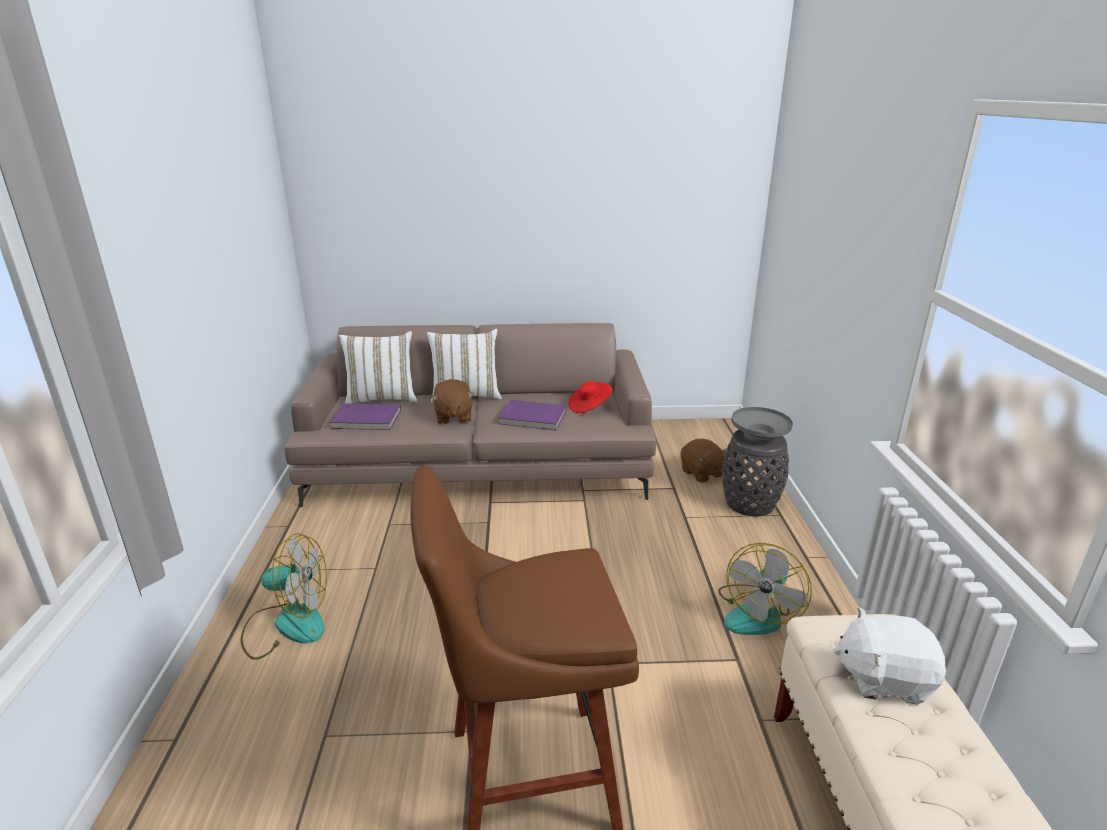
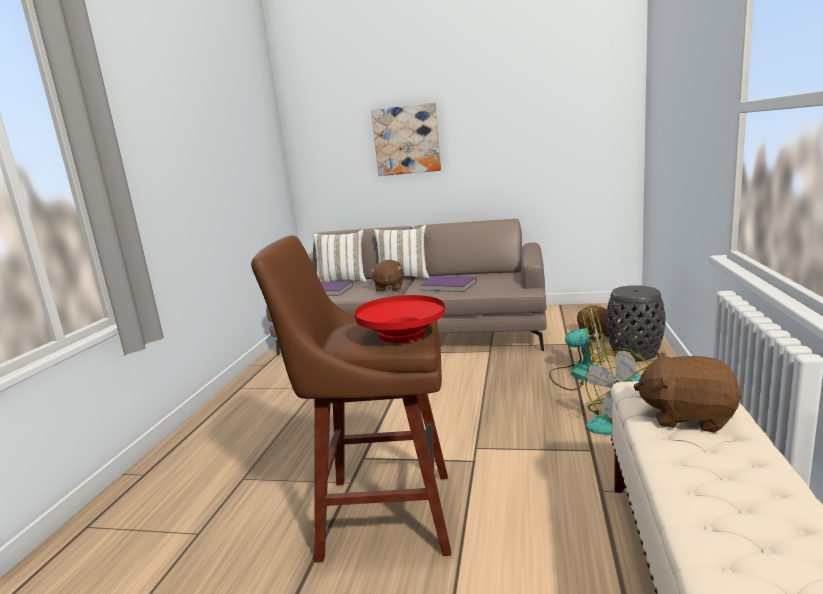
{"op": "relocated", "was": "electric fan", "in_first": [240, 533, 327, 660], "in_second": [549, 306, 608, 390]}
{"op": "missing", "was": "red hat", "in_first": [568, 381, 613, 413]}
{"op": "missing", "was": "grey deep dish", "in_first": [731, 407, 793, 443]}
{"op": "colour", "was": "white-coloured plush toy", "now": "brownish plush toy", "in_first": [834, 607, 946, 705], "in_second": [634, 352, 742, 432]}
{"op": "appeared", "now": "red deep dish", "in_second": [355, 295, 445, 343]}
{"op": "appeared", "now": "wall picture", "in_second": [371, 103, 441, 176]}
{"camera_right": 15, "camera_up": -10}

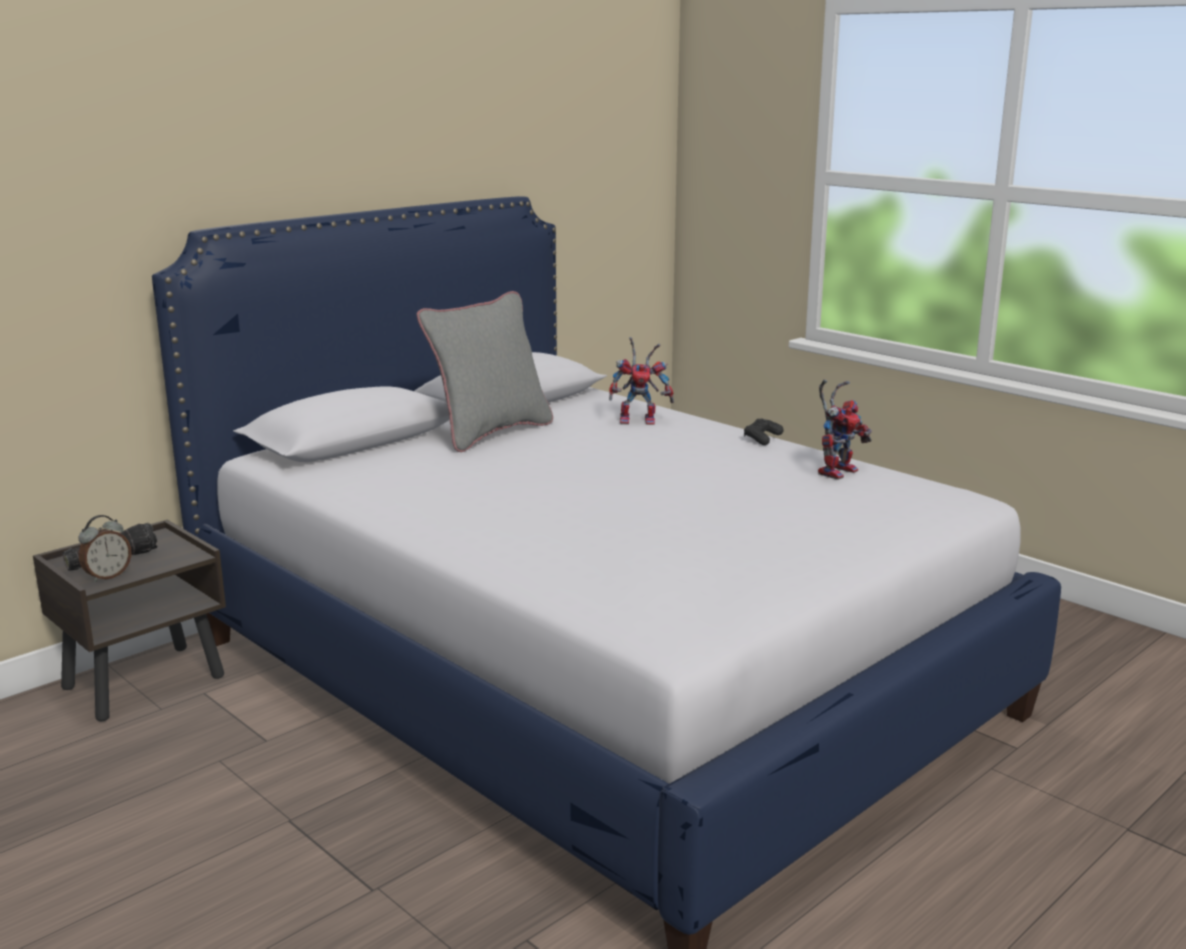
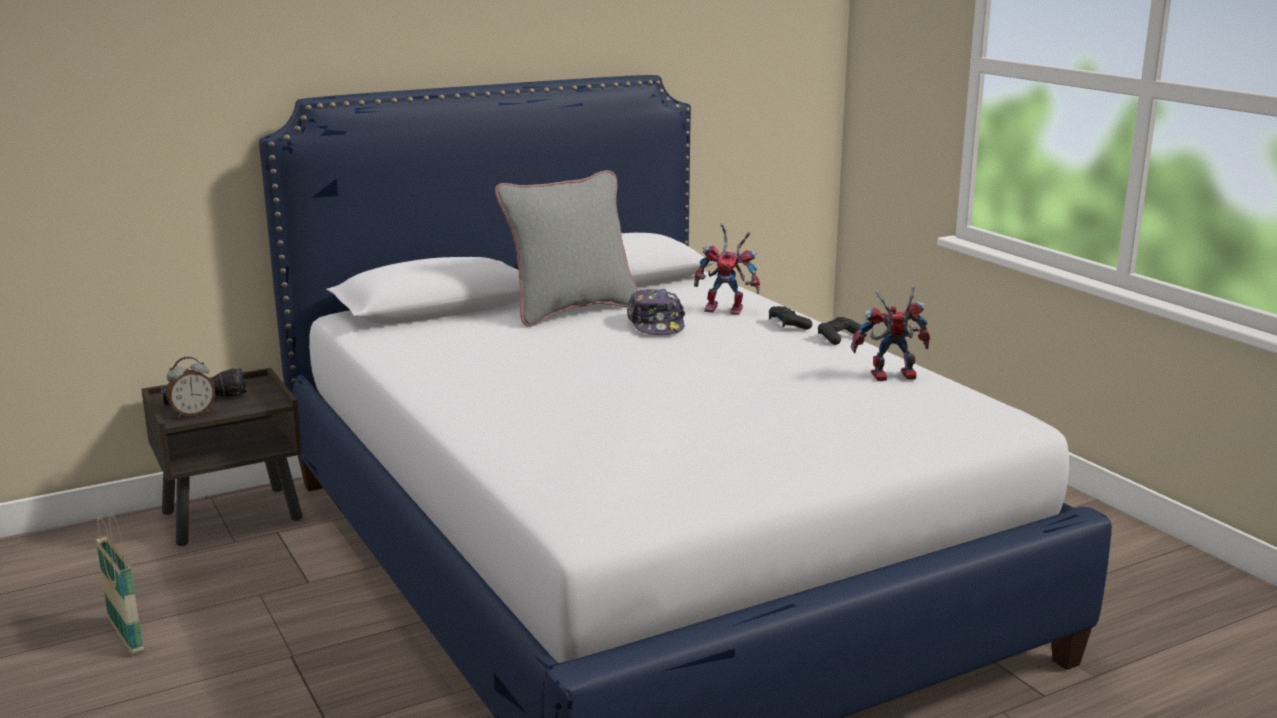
{"op": "spun", "was": "robot figure", "in_first": [818, 380, 872, 480], "in_second": [851, 285, 930, 381], "clockwise": -150}
{"op": "appeared", "now": "storage basket", "in_second": [95, 513, 144, 655]}
{"op": "appeared", "now": "cap", "in_second": [627, 289, 685, 335]}
{"op": "appeared", "now": "black-coloured game controller", "in_second": [769, 306, 812, 330]}
{"camera_right": 15, "camera_up": 0}

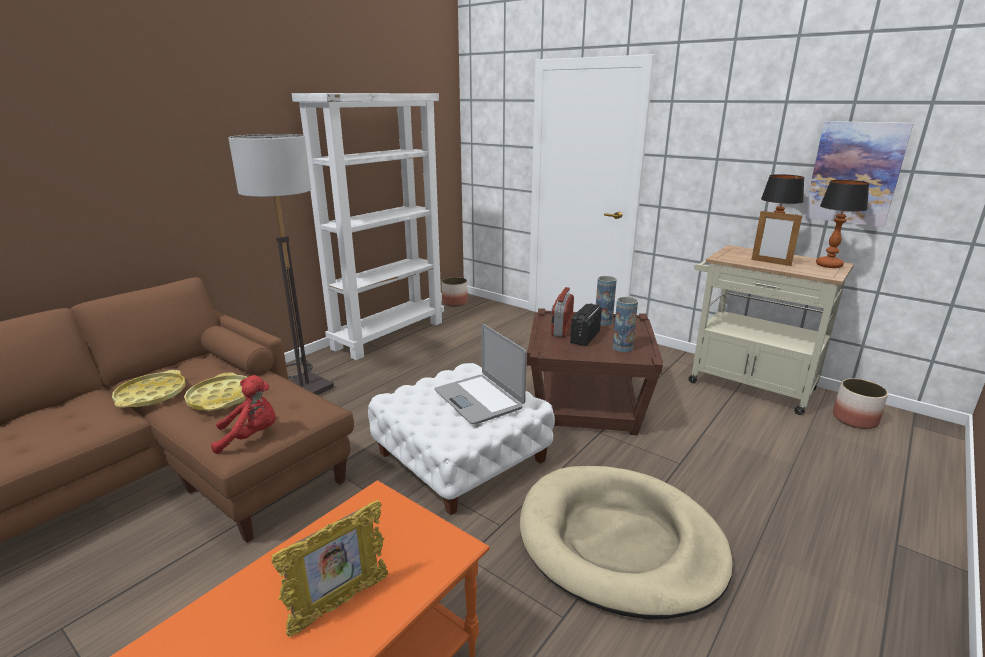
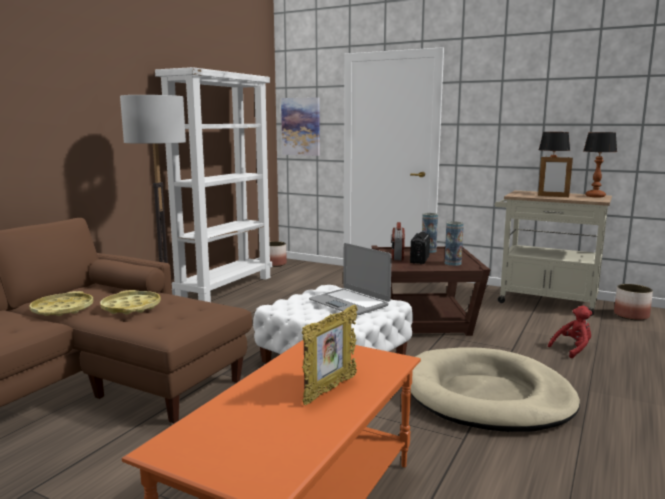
{"op": "relocated", "was": "red plush toy", "in_first": [211, 375, 276, 454], "in_second": [548, 306, 592, 358]}
{"op": "relocated", "was": "wall picture", "in_first": [803, 121, 914, 227], "in_second": [281, 97, 320, 156]}
{"camera_right": -10, "camera_up": -10}

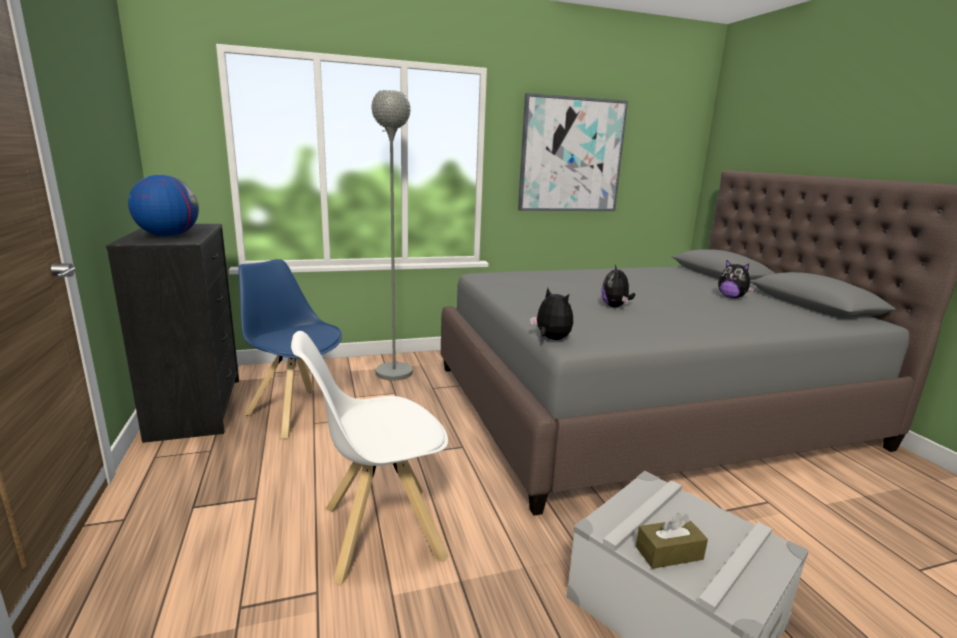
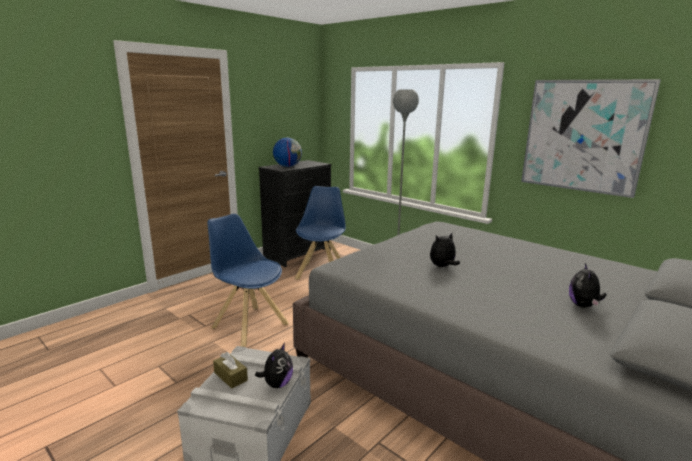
{"op": "colour", "was": "white-coloured upright chair", "now": "blue-coloured upright chair", "in_first": [291, 331, 448, 585], "in_second": [208, 214, 288, 347]}
{"op": "relocated", "was": "plush toy", "in_first": [530, 288, 573, 340], "in_second": [255, 343, 293, 388]}
{"camera_right": 60, "camera_up": 0}

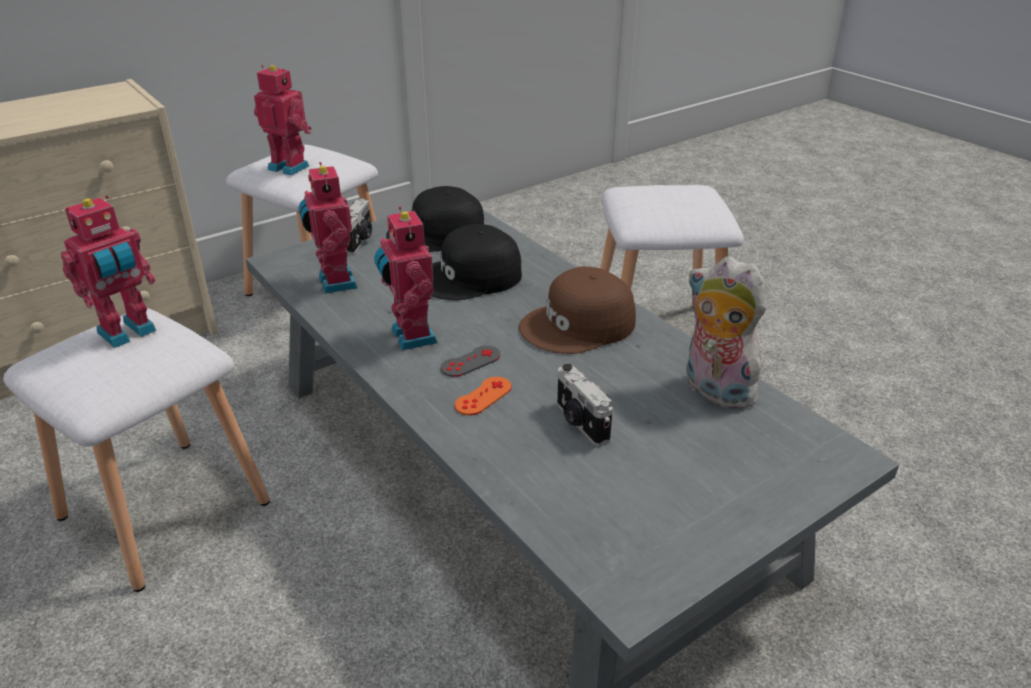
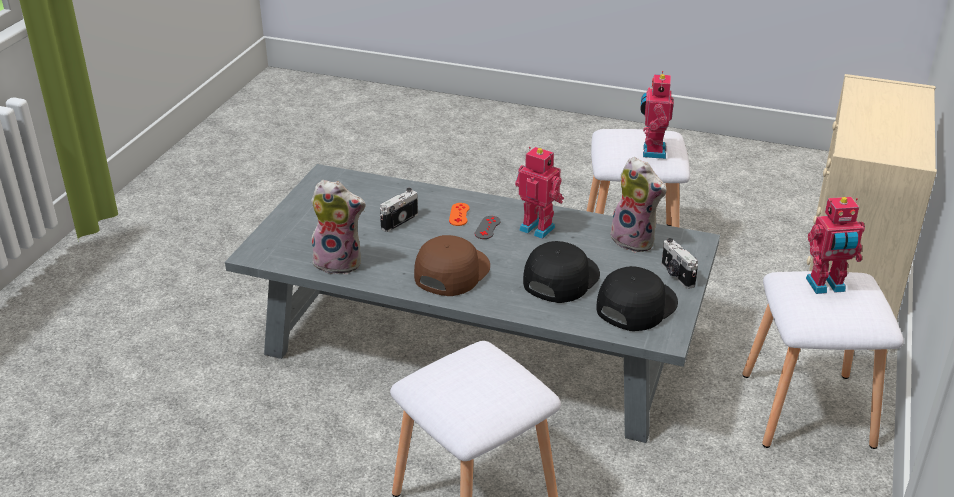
{"op": "exchanged", "was": "robot figure", "now": "plush toy", "in_first": [299, 162, 358, 294], "in_second": [610, 157, 666, 253]}
{"op": "spun", "was": "photo camera", "in_first": [557, 364, 613, 446], "in_second": [380, 188, 418, 232], "clockwise": -75}
{"camera_right": 145, "camera_up": 0}

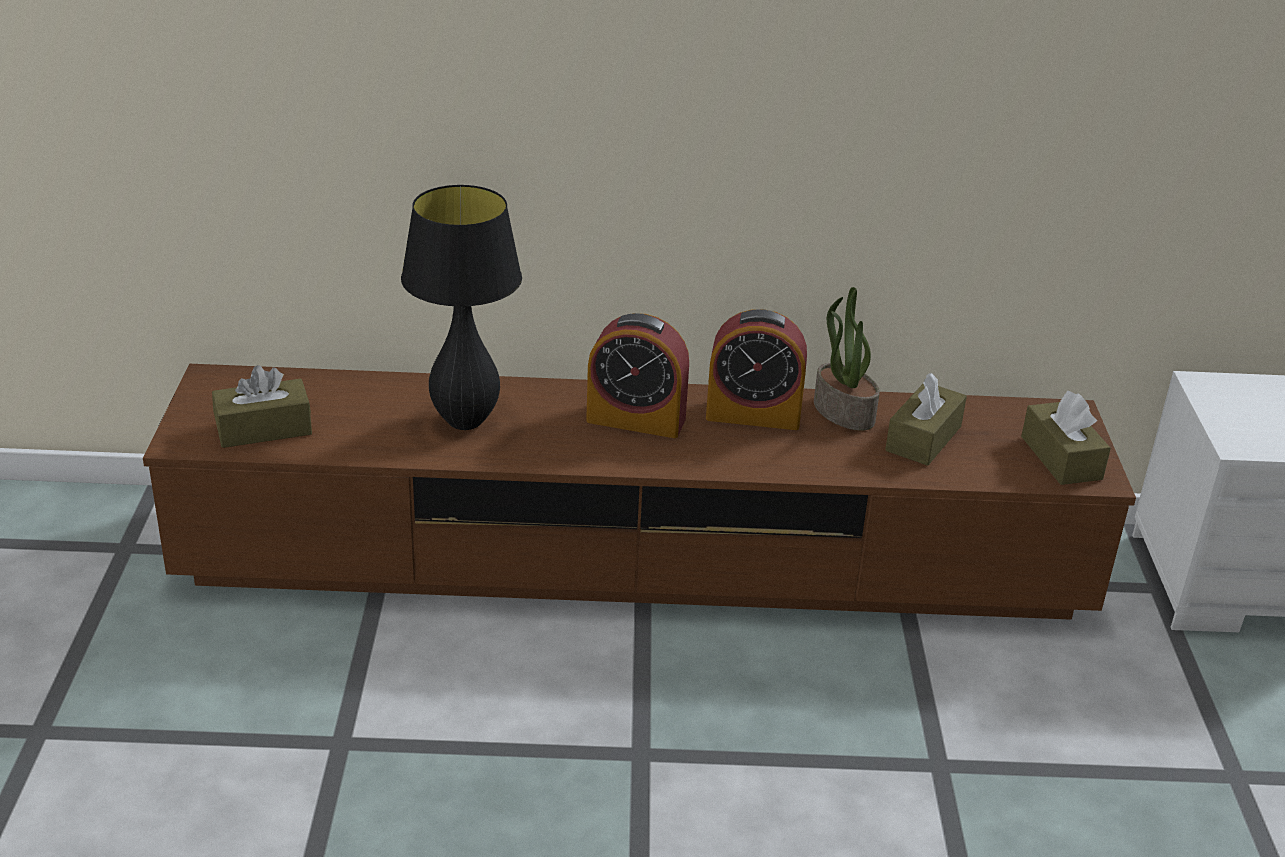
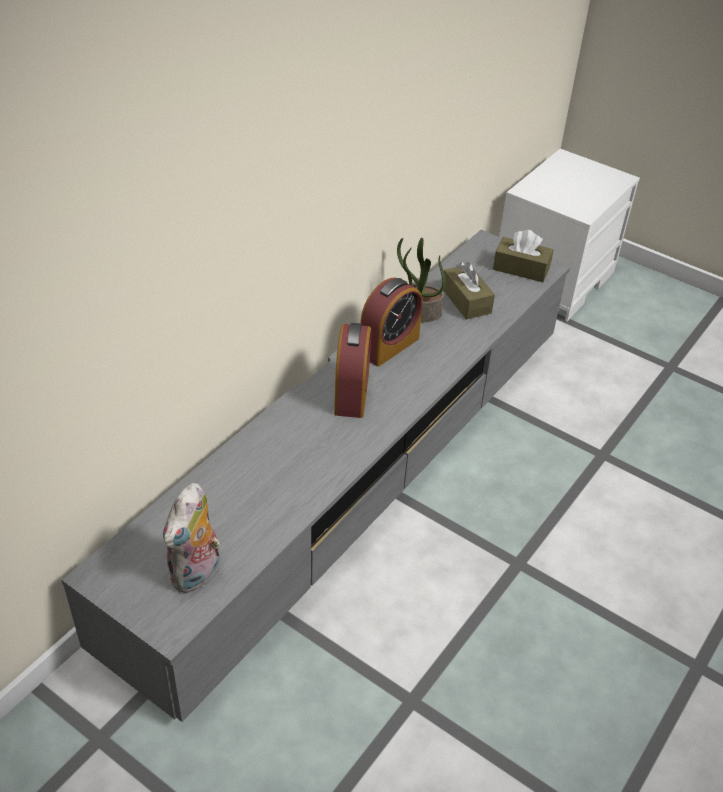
{"op": "colour", "was": "brownish tv unit", "now": "grey tv unit", "in_first": [143, 364, 1136, 620], "in_second": [62, 230, 570, 722]}
{"op": "exchanged", "was": "brownish tissue holder", "now": "plush toy", "in_first": [212, 365, 312, 448], "in_second": [163, 483, 221, 593]}
{"op": "missing", "was": "black-coloured tabletop lamp", "in_first": [401, 185, 522, 430]}
{"op": "spun", "was": "table clock", "in_first": [586, 313, 689, 438], "in_second": [334, 323, 371, 418], "clockwise": -45}
{"camera_right": -55, "camera_up": 10}

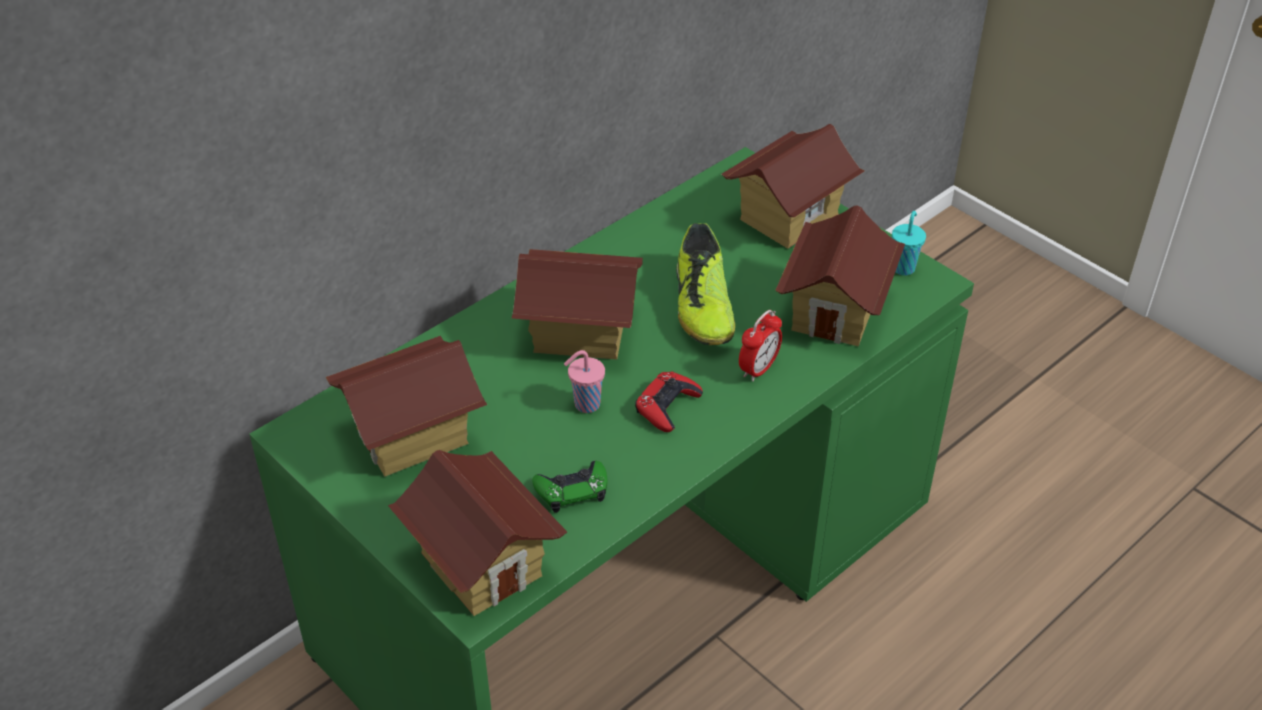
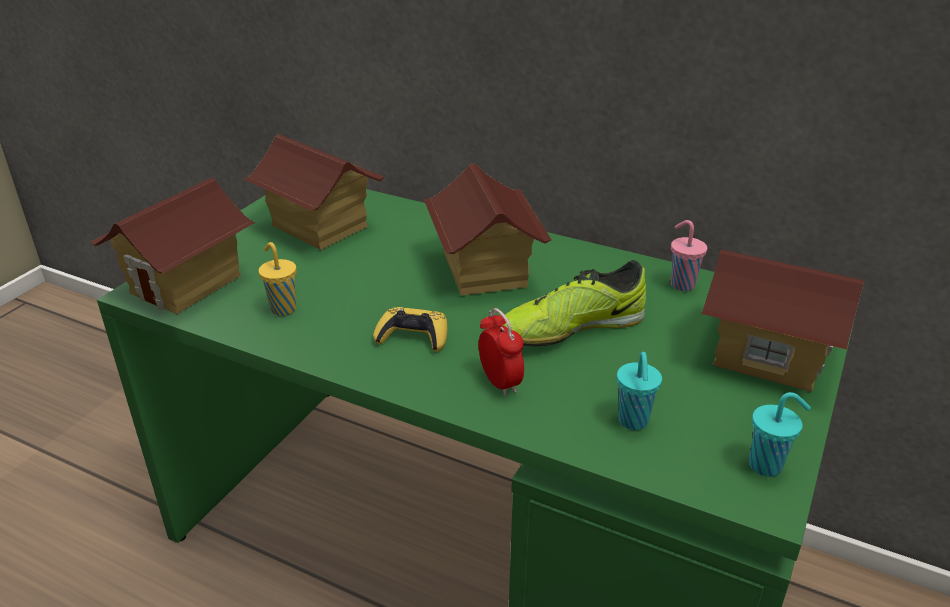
{"op": "exchanged", "was": "green game controller", "now": "yellow-coloured small cup", "in_first": [532, 460, 608, 513], "in_second": [259, 242, 297, 316]}
{"op": "relocated", "was": "pinkish small cup", "in_first": [564, 350, 605, 413], "in_second": [671, 220, 707, 291]}
{"op": "colour", "was": "red game controller", "now": "yellow-coloured game controller", "in_first": [635, 371, 703, 432], "in_second": [373, 307, 447, 352]}
{"op": "spun", "was": "table clock", "in_first": [739, 310, 782, 382], "in_second": [479, 308, 524, 396], "clockwise": -135}
{"op": "exchanged", "was": "miniature house", "now": "blue-green small cup", "in_first": [775, 206, 905, 346], "in_second": [617, 352, 662, 430]}
{"camera_right": 70, "camera_up": -10}

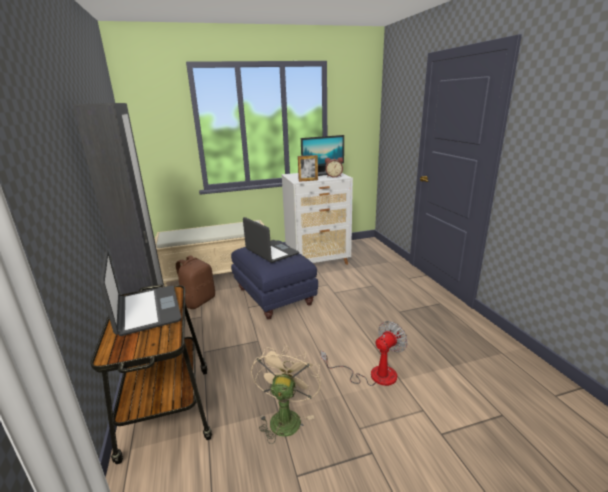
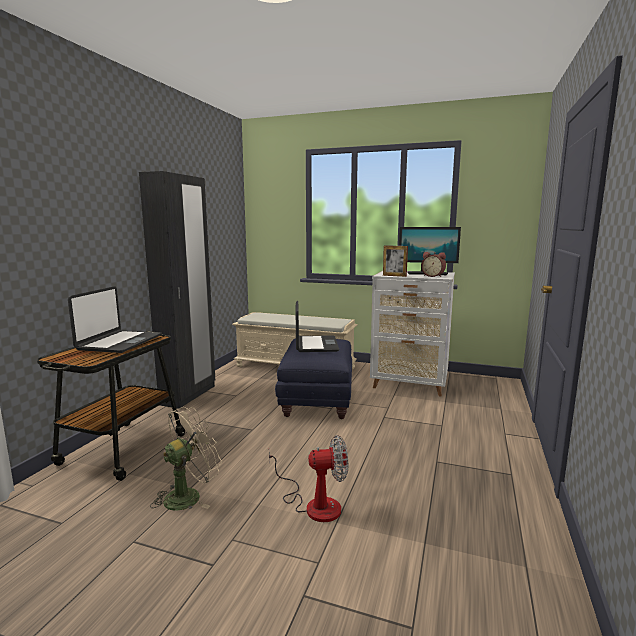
{"op": "missing", "was": "brownish knapsack", "in_first": [176, 255, 215, 309]}
{"camera_right": 35, "camera_up": -10}

